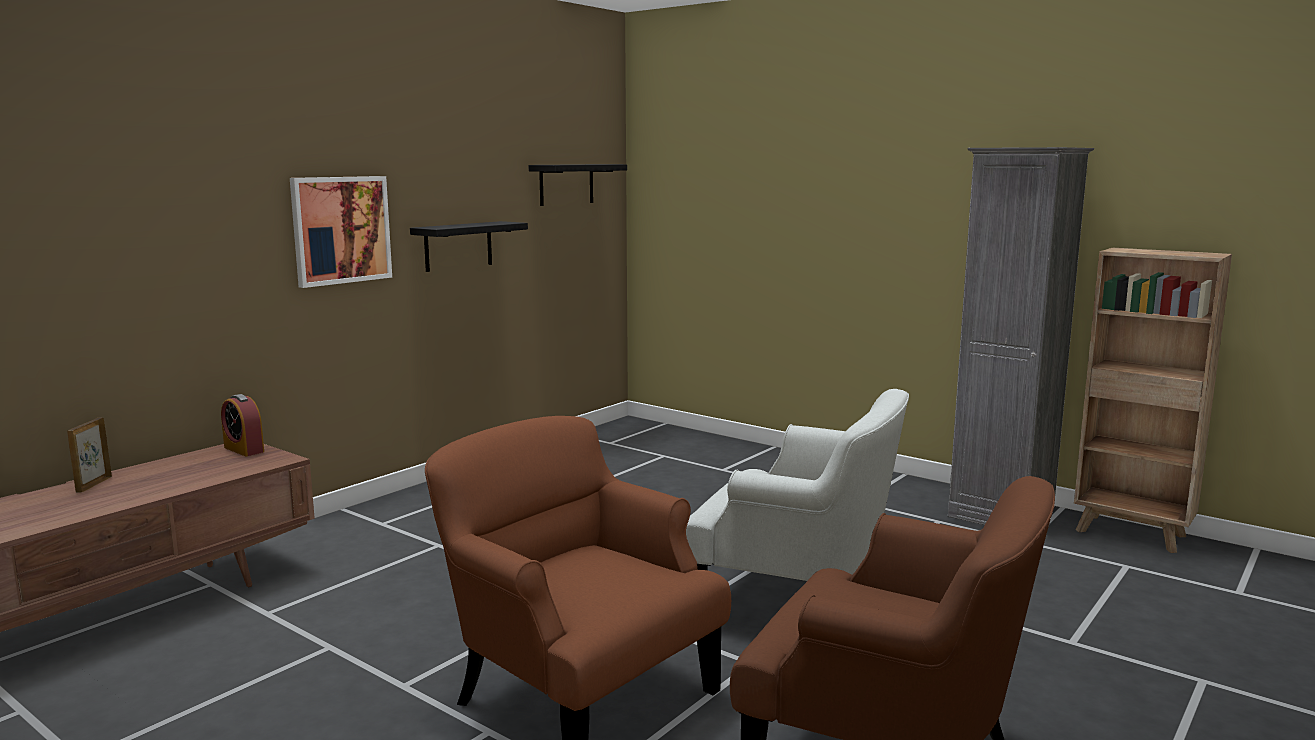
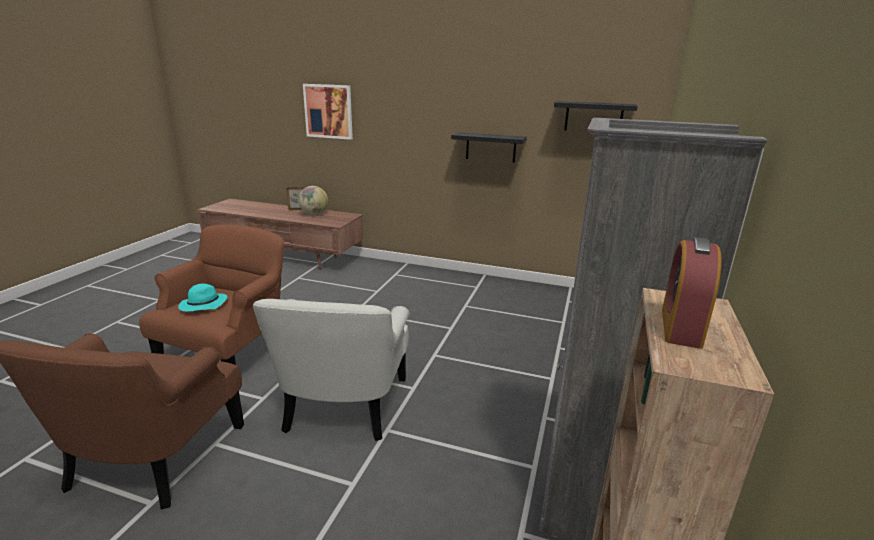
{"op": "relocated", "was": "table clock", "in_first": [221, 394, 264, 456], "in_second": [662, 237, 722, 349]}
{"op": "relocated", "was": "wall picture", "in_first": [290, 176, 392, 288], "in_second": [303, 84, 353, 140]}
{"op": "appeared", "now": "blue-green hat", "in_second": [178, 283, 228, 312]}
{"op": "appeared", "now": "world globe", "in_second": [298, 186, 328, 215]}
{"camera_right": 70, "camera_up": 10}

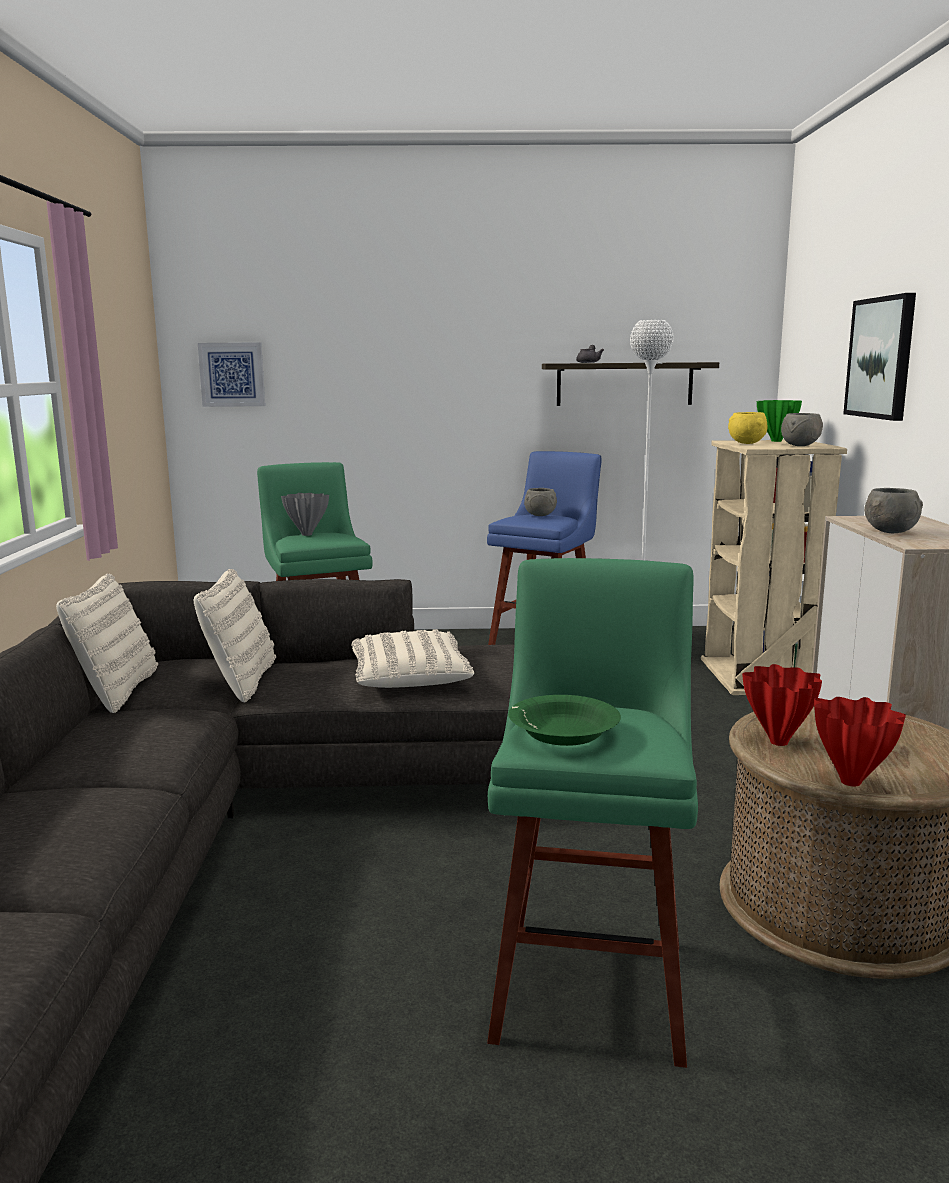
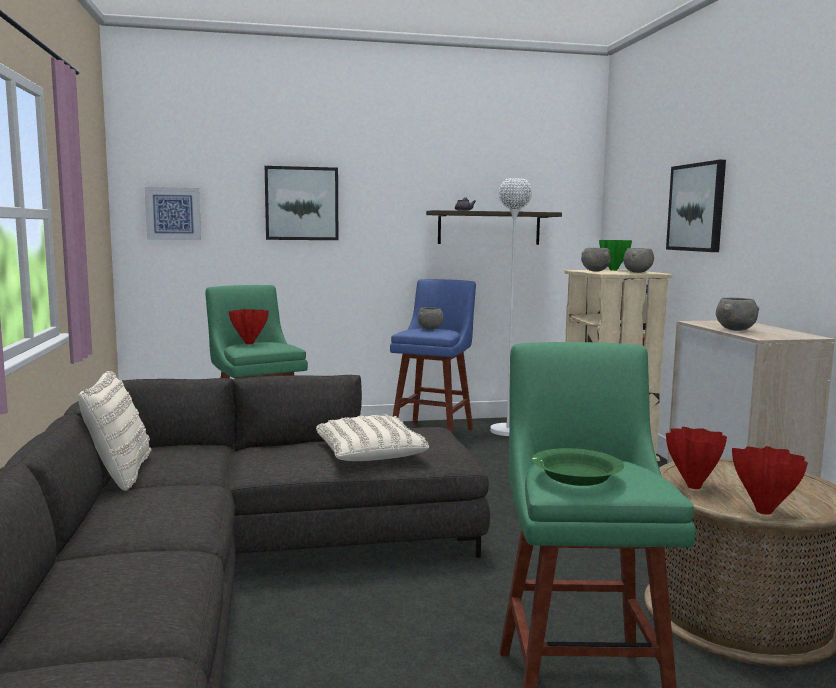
{"op": "missing", "was": "beige throw pillow", "in_first": [194, 569, 276, 702]}
{"op": "colour", "was": "grey flower vase", "now": "red flower vase", "in_first": [281, 493, 329, 536], "in_second": [229, 309, 269, 344]}
{"op": "colour", "was": "yellow-coloured deep dish", "now": "grey deep dish", "in_first": [728, 412, 767, 444], "in_second": [581, 248, 611, 272]}
{"op": "appeared", "now": "wall picture", "in_second": [265, 166, 338, 240]}
{"camera_right": -10, "camera_up": -5}

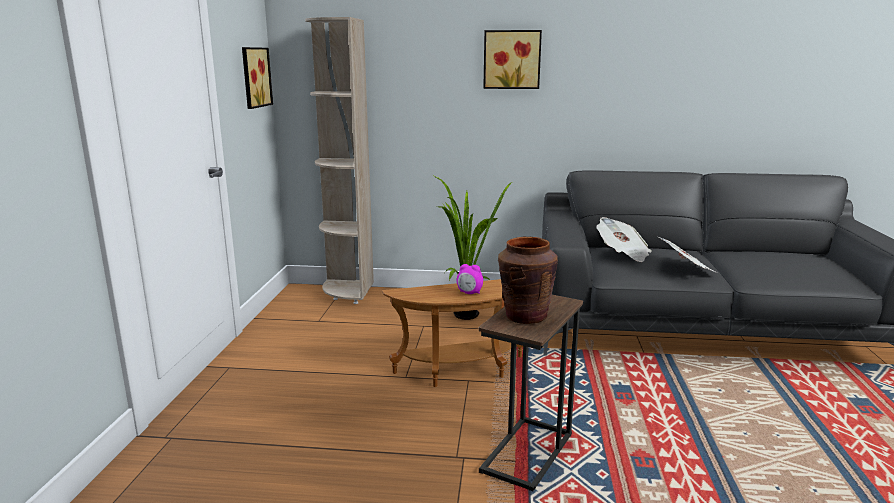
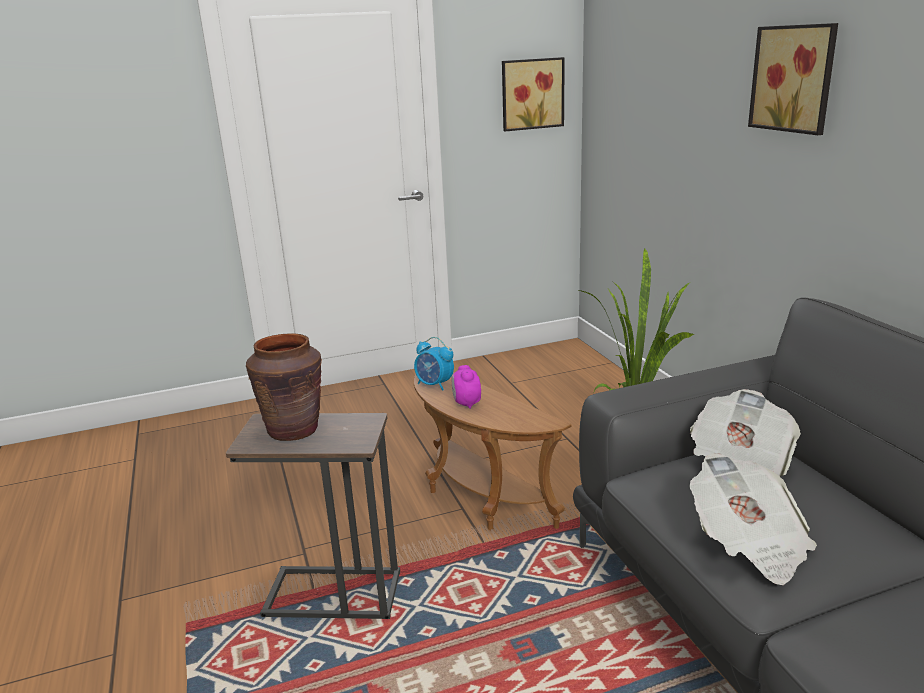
{"op": "missing", "was": "beige bookcase", "in_first": [305, 17, 374, 304]}
{"op": "appeared", "now": "table clock", "in_second": [414, 337, 454, 390]}
{"camera_right": 65, "camera_up": 5}

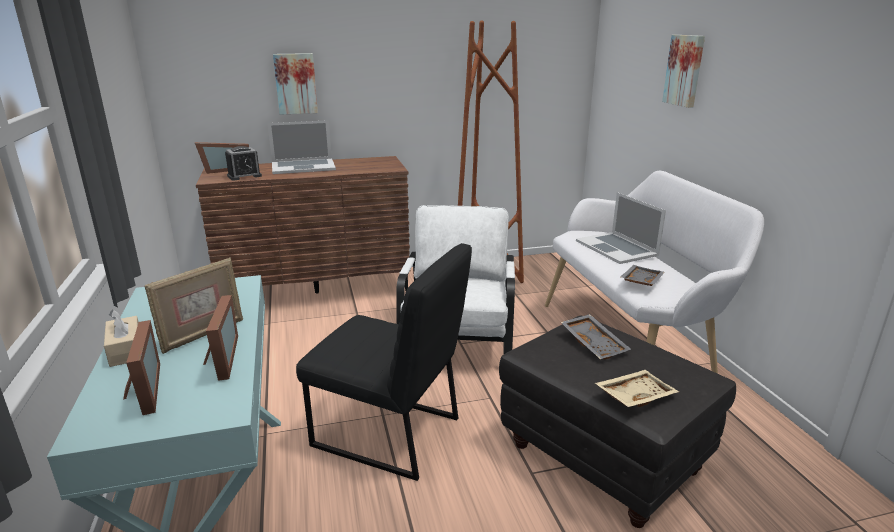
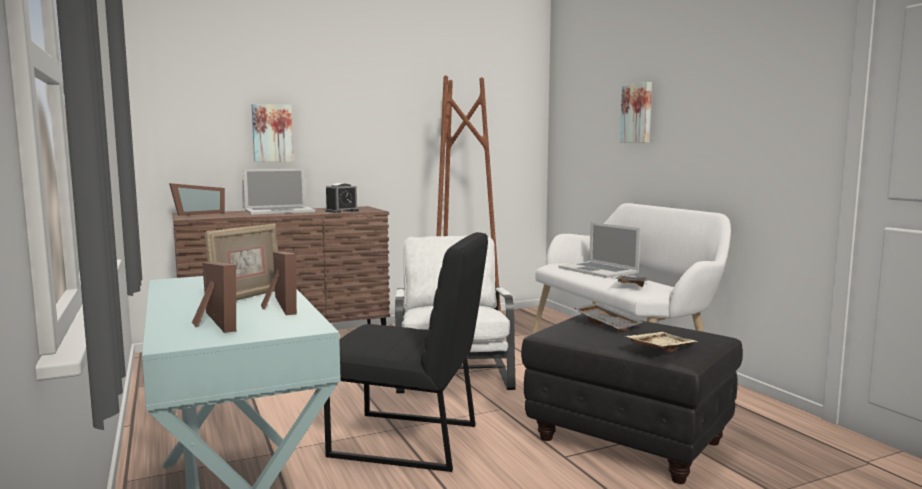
{"op": "missing", "was": "beige tissue holder", "in_first": [104, 310, 139, 367]}
{"op": "relocated", "was": "table clock", "in_first": [225, 146, 262, 181], "in_second": [325, 183, 359, 213]}
{"camera_right": -10, "camera_up": -15}

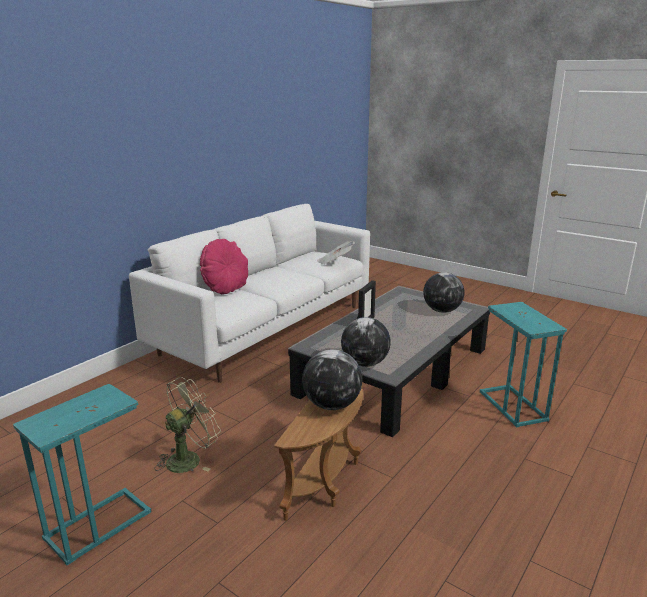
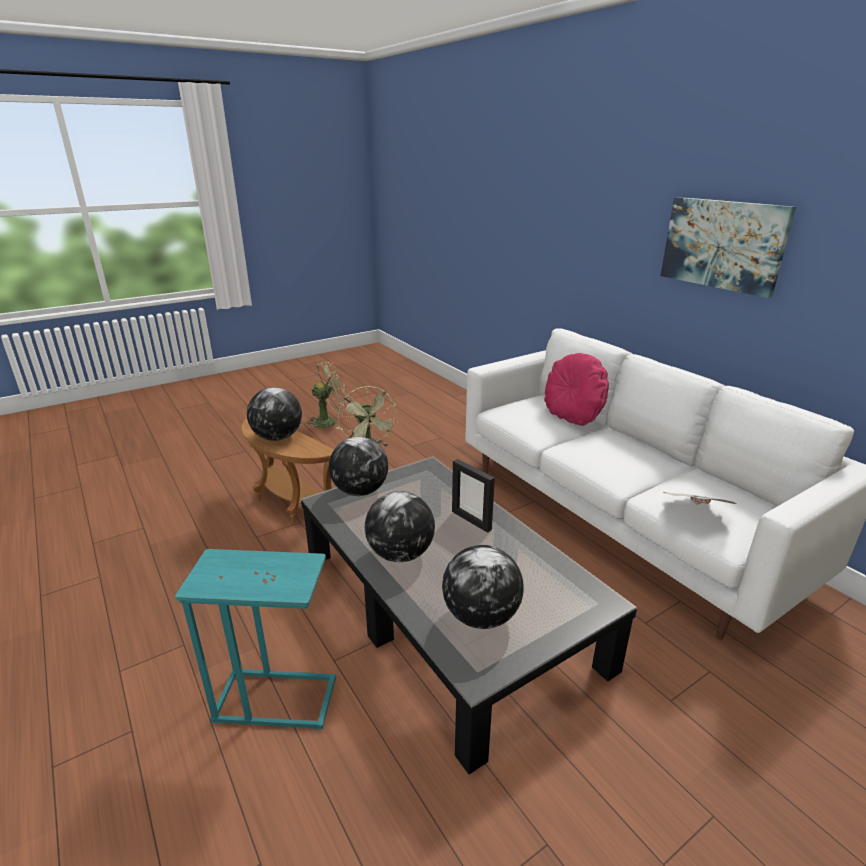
{"op": "exchanged", "was": "blue-green end table", "now": "green electric fan", "in_first": [13, 384, 152, 565], "in_second": [304, 361, 349, 429]}
{"op": "appeared", "now": "world globe", "in_second": [365, 491, 435, 562]}
{"op": "appeared", "now": "wall picture", "in_second": [660, 197, 796, 298]}
{"camera_right": 110, "camera_up": 5}

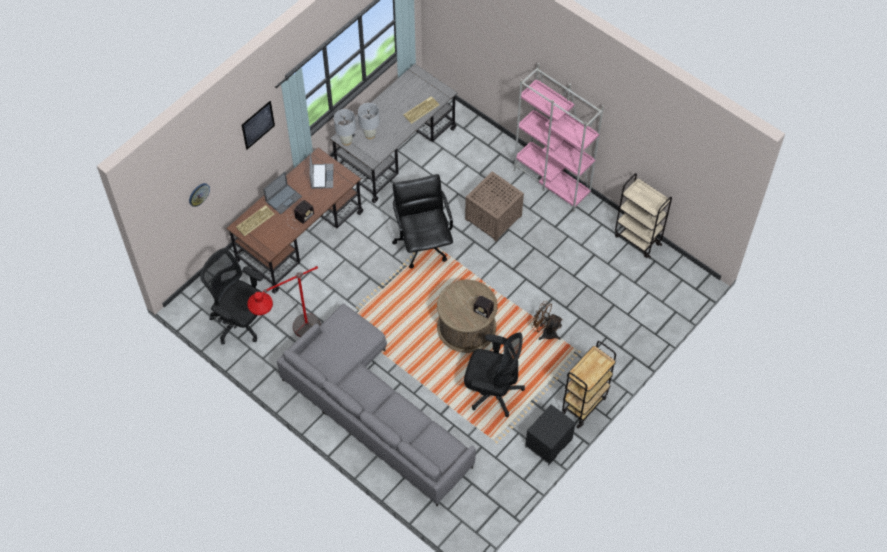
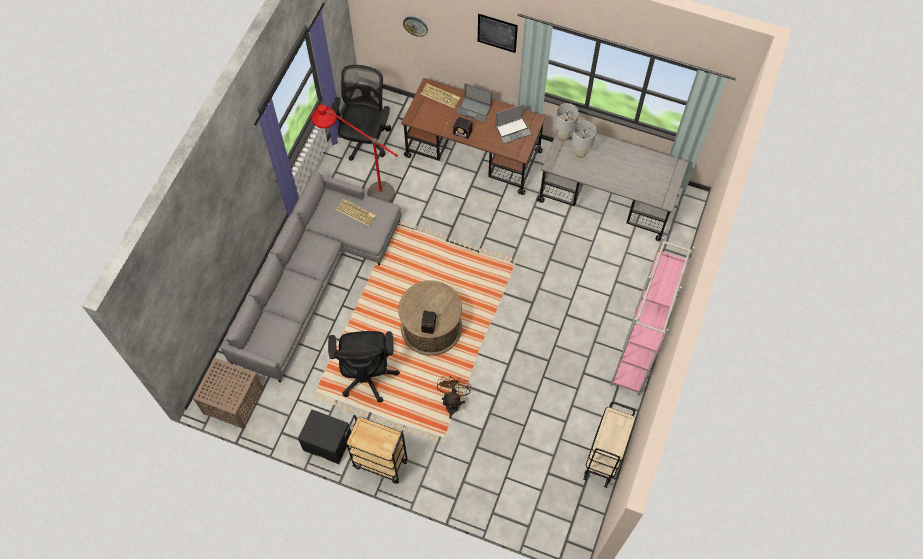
{"op": "missing", "was": "black-coloured office chair", "in_first": [392, 174, 453, 269]}
{"op": "relocated", "was": "keyboard", "in_first": [403, 96, 440, 124], "in_second": [336, 199, 376, 227]}
{"op": "relocated", "was": "brownish end table", "in_first": [465, 171, 524, 241], "in_second": [193, 358, 264, 429]}
{"camera_right": 70, "camera_up": 5}

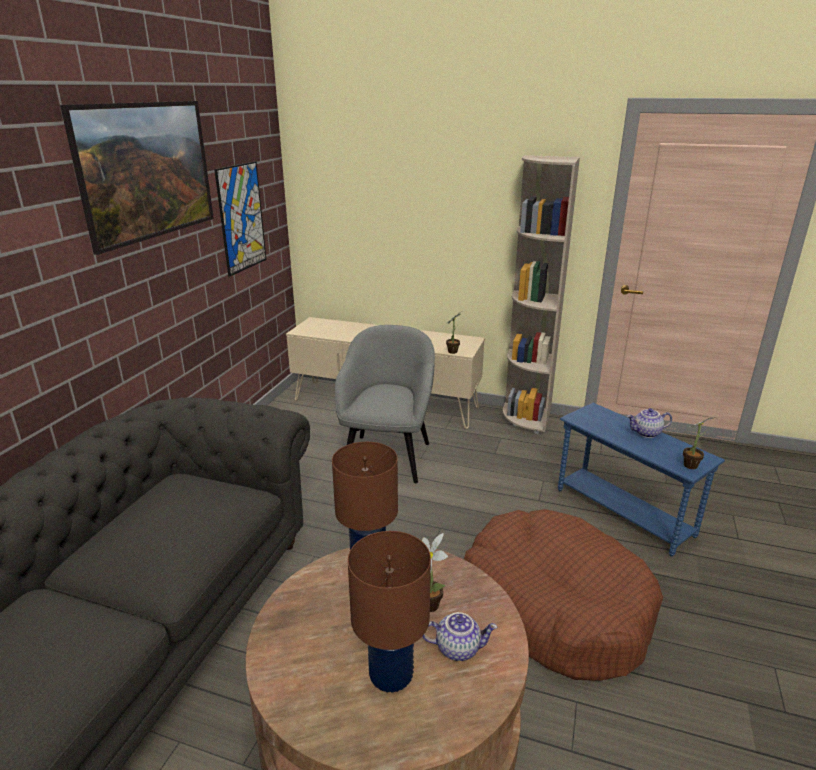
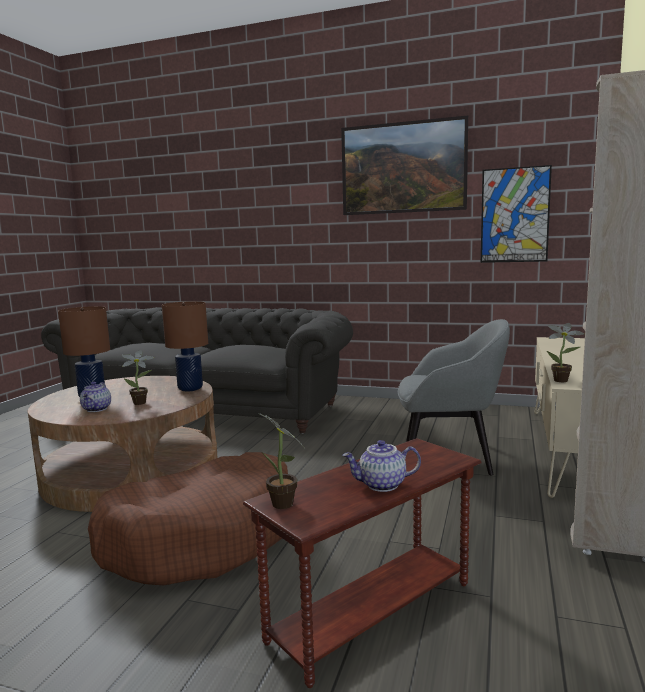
{"op": "colour", "was": "blue-coloured end table", "now": "brownish end table", "in_first": [558, 403, 725, 556], "in_second": [243, 438, 482, 688]}
{"op": "spun", "was": "tea pot", "in_first": [627, 408, 672, 438], "in_second": [342, 440, 421, 492], "clockwise": -90}
{"camera_right": 90, "camera_up": -15}

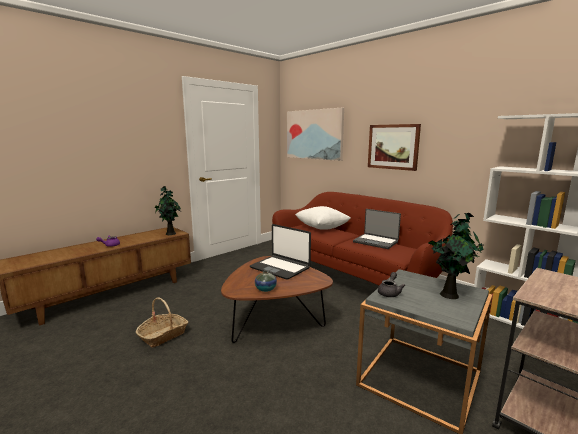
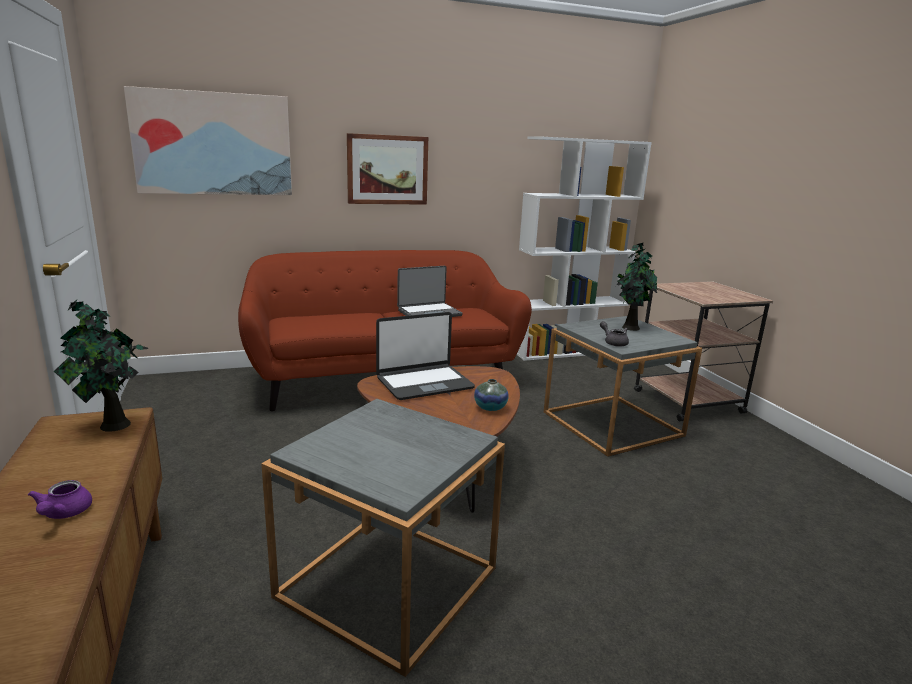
{"op": "exchanged", "was": "storage basket", "now": "grey end table", "in_first": [136, 297, 188, 348], "in_second": [261, 399, 505, 677]}
{"op": "missing", "was": "white-coloured throw pillow", "in_first": [295, 206, 350, 230]}
{"camera_right": -65, "camera_up": 5}

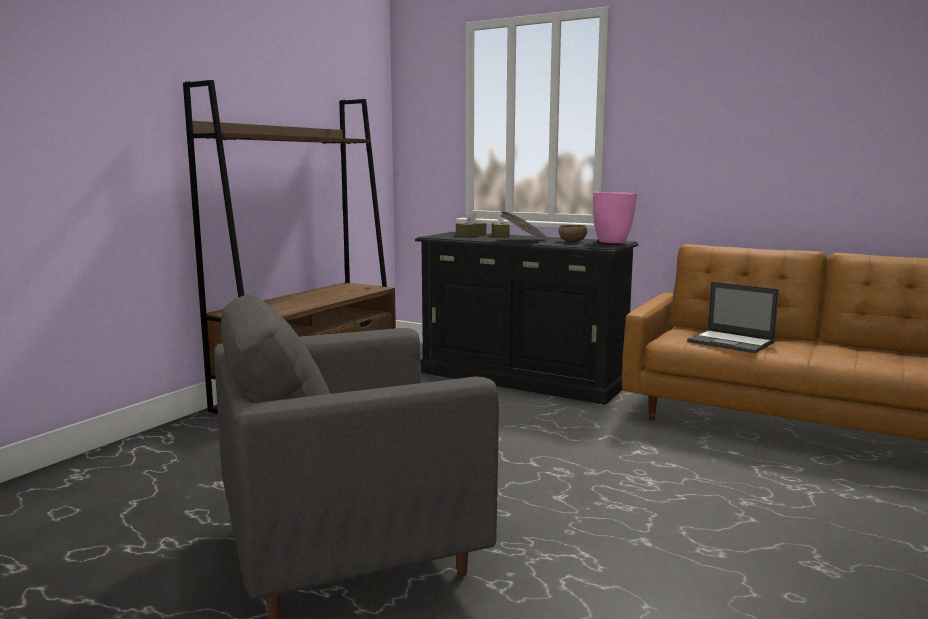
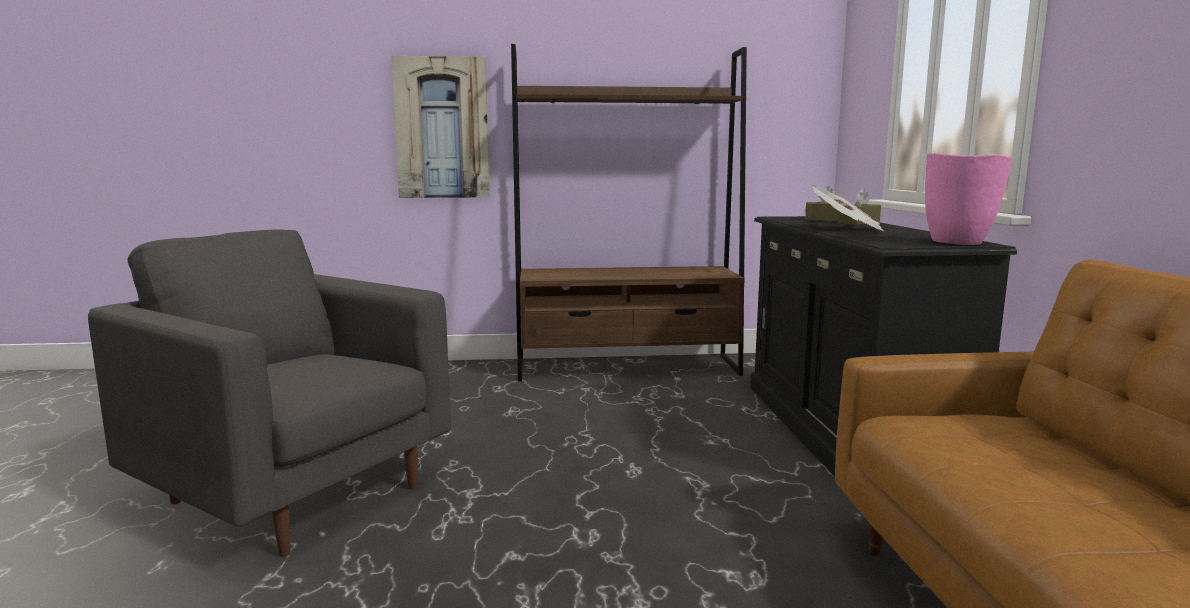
{"op": "missing", "was": "brownish deep dish", "in_first": [558, 225, 587, 242]}
{"op": "missing", "was": "laptop", "in_first": [687, 282, 779, 353]}
{"op": "appeared", "now": "wall picture", "in_second": [391, 56, 490, 198]}
{"camera_right": 55, "camera_up": 0}

